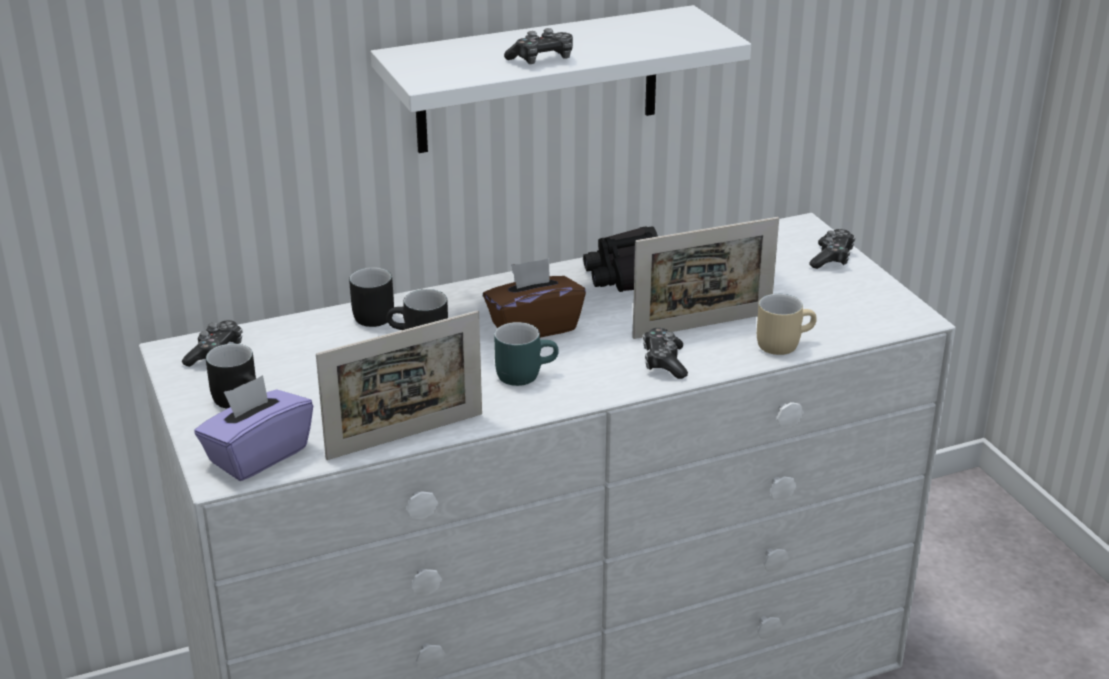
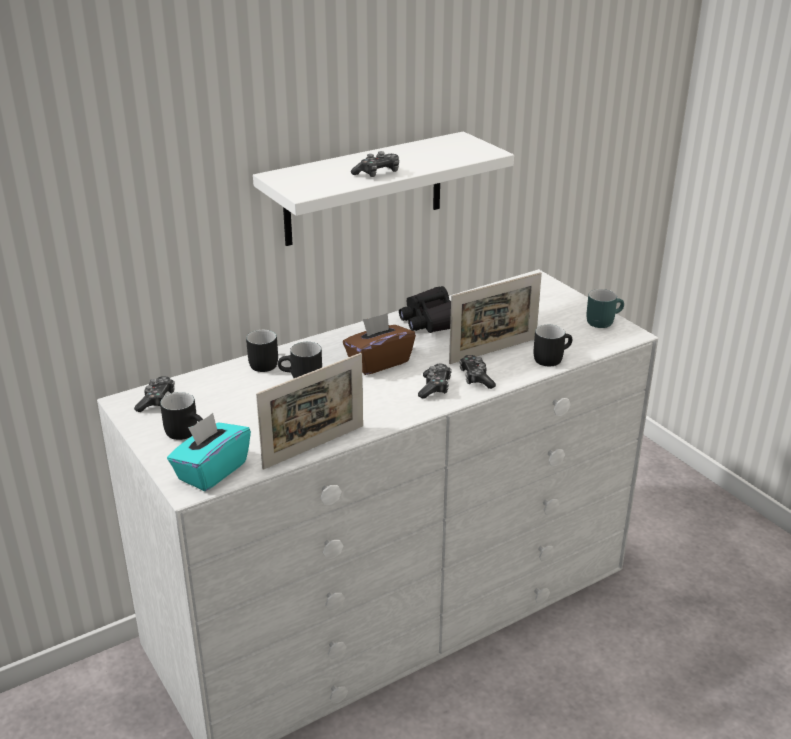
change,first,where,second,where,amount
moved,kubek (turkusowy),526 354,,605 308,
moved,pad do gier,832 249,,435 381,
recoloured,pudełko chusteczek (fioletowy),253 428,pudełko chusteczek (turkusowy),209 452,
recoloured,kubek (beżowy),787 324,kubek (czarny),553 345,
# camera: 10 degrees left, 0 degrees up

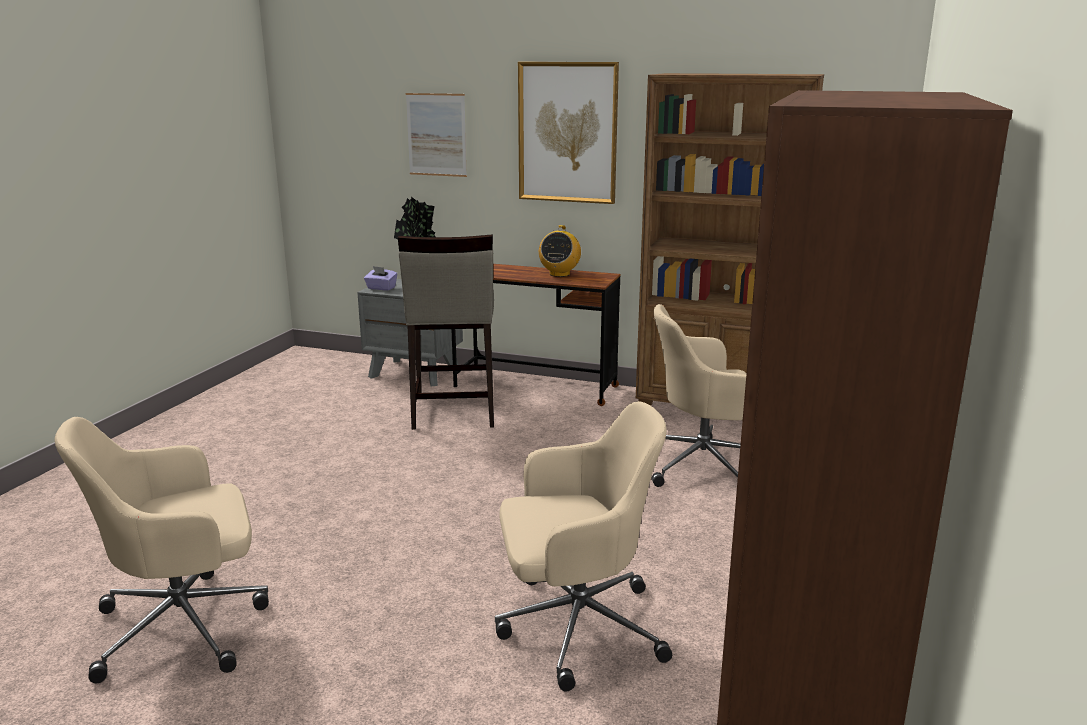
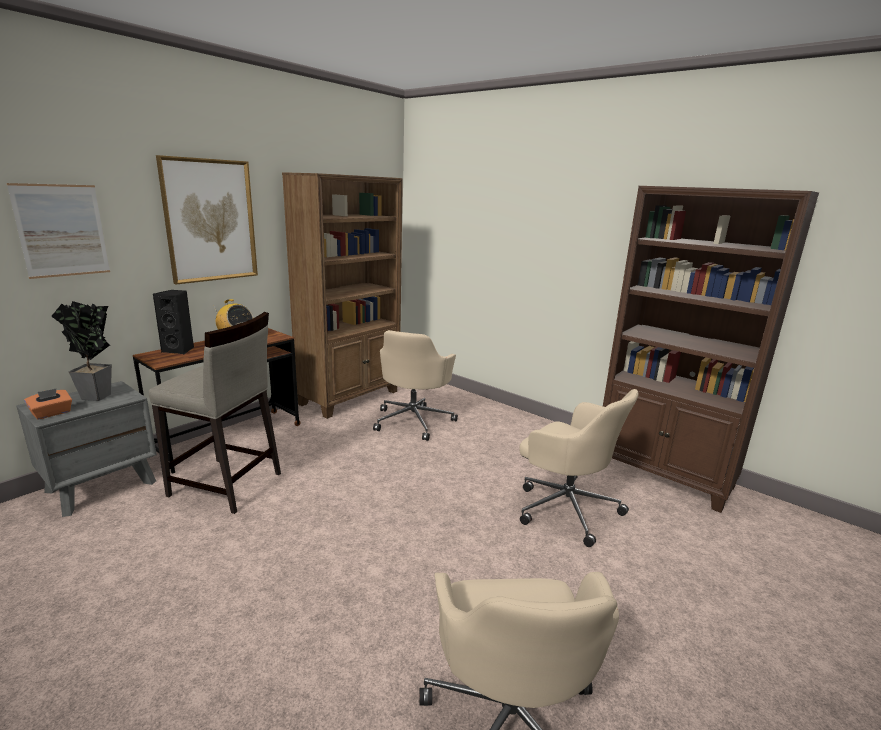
change,first,where,second,where,amount
added,,,głośnik (czarny),173 322,
recoloured,pudełko chusteczek (fioletowy),380 278,pudełko chusteczek (pomarańczowy),48 404,
turned,krzesło biurowe (beżowy),583 546,,578 468,120 degrees clockwise
# camera: 70 degrees left, 0 degrees up

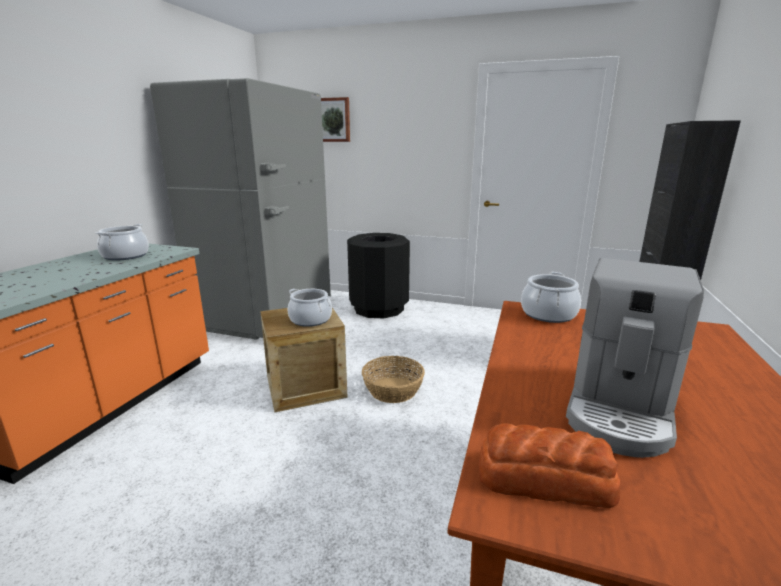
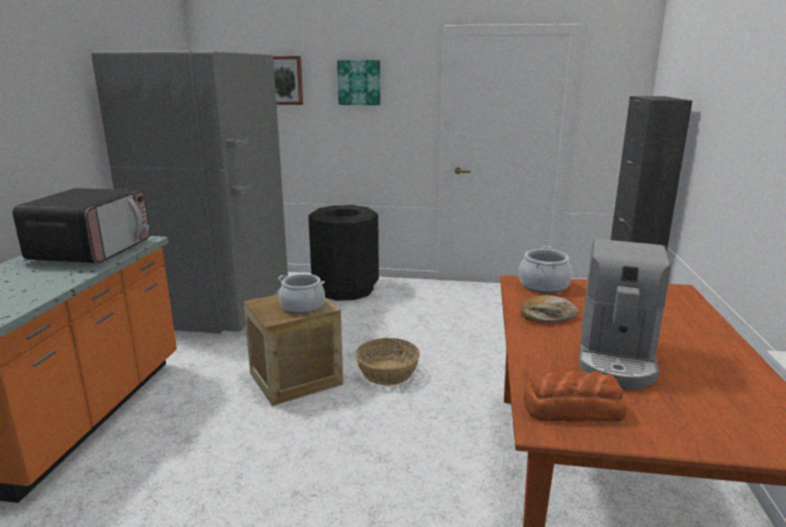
change,first,where,second,where,amount
added,,,obraz,359 82,
added,,,chleb,550 308,
replaced,garnek,122 242,mikrofalówka,81 225,
# camera: 10 degrees left, 0 degrees up

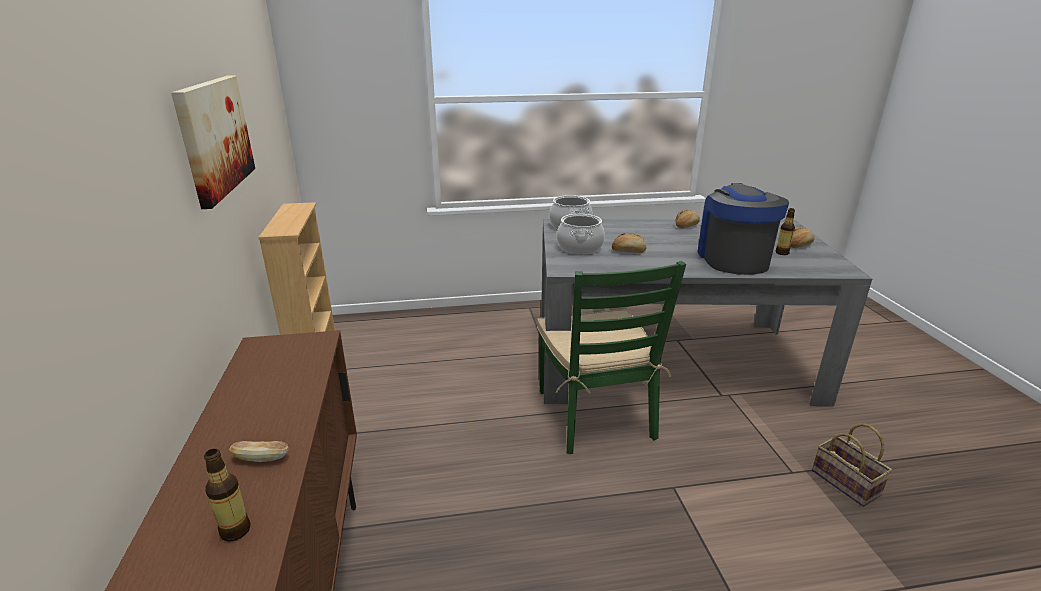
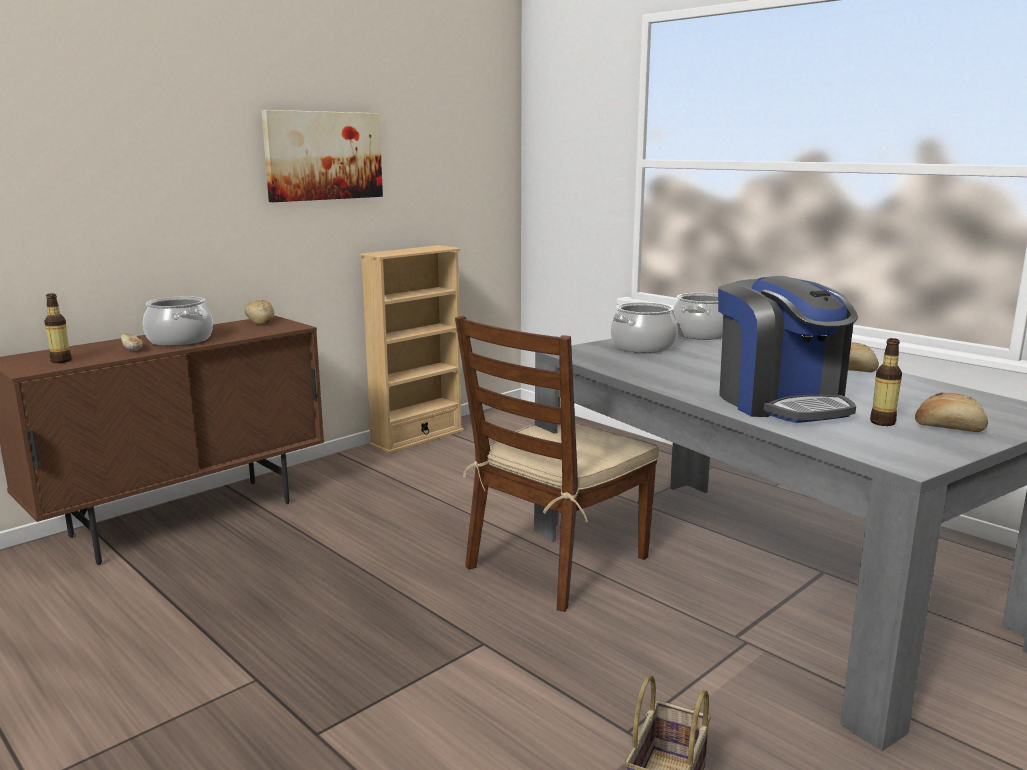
change,first,where,second,where,amount
added,,,garnek,178 321,
moved,chleb,629 243,,259 313,
recoloured,krzesło (zielony),611 357,krzesło (brązowy),557 464,
turned,ekspres do kawy,743 229,,788 349,105 degrees clockwise
# camera: 55 degrees right, 10 degrees down

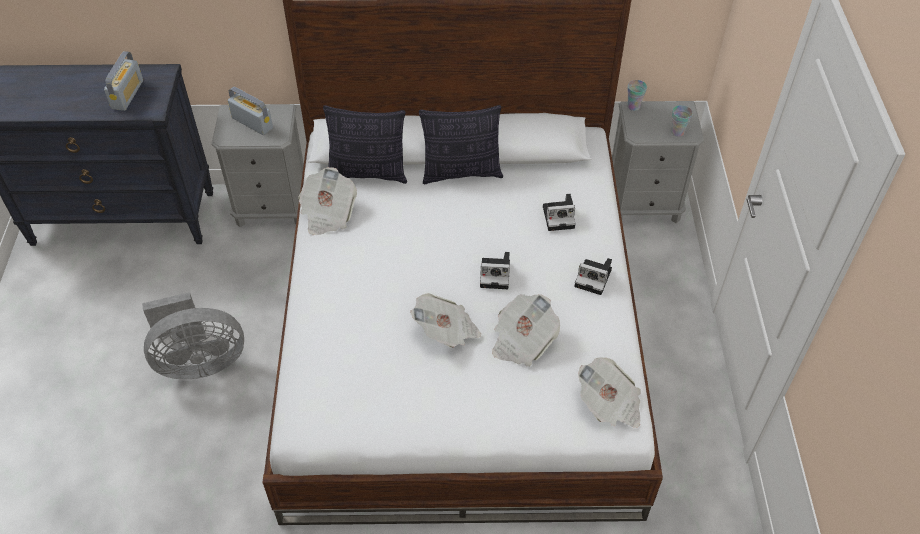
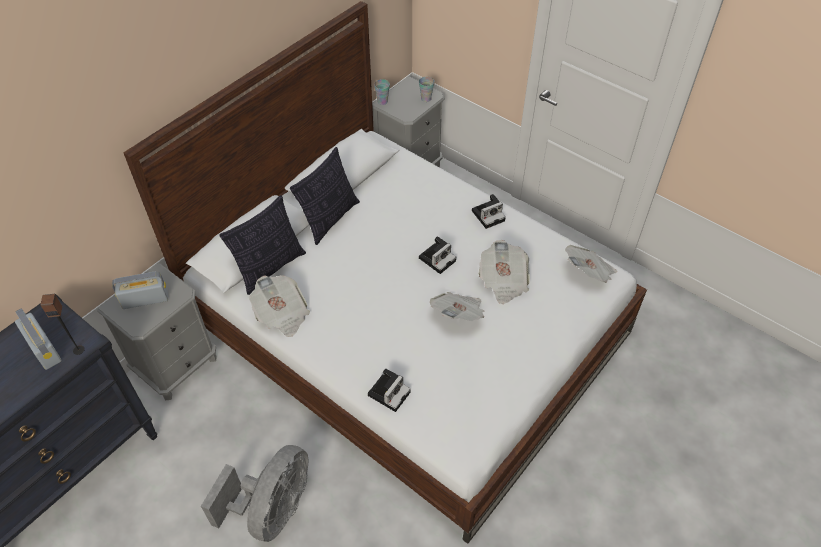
change,first,where,second,where,amount
added,,,głośnik,63 324,
moved,aparat fotograficzny,559 212,,389 390,
# camera: 50 degrees left, 0 degrees up

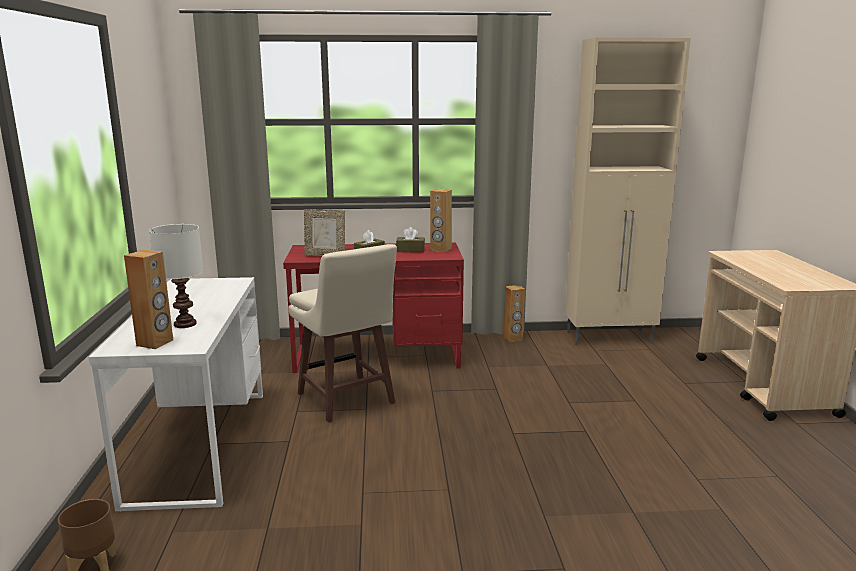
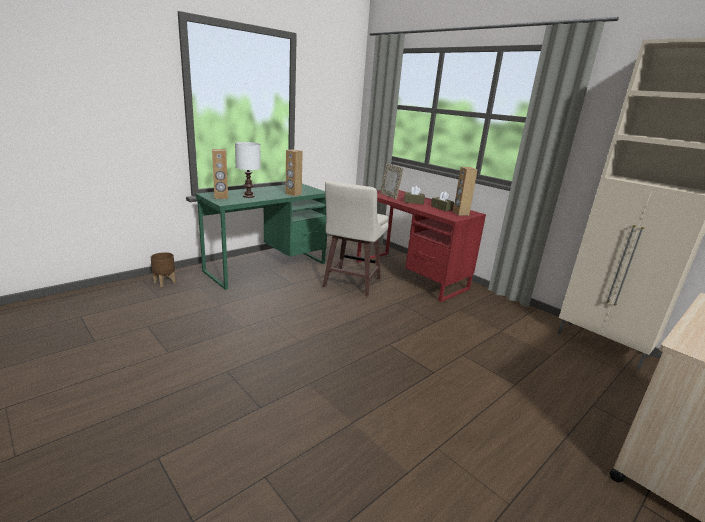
change,first,where,second,where,amount
moved,głośnik (brązowy),514 313,,294 172,
recoloured,biurko (biały),176 394,biurko (zielony),261 237,
# camera: 50 degrees right, 5 degrees up

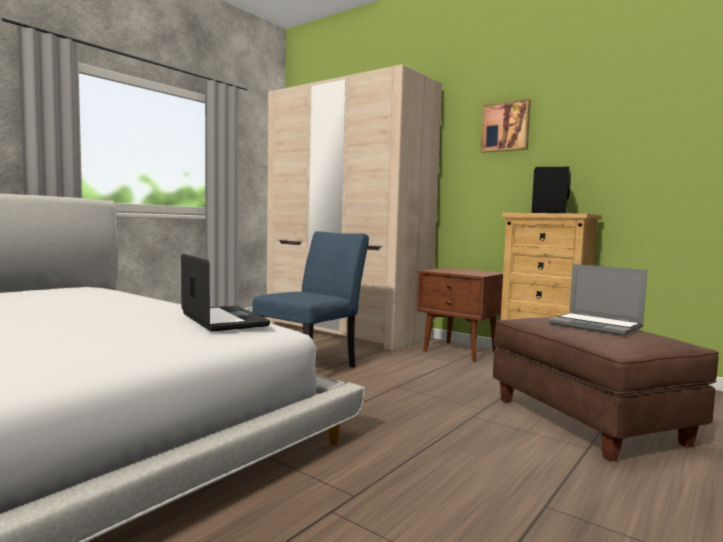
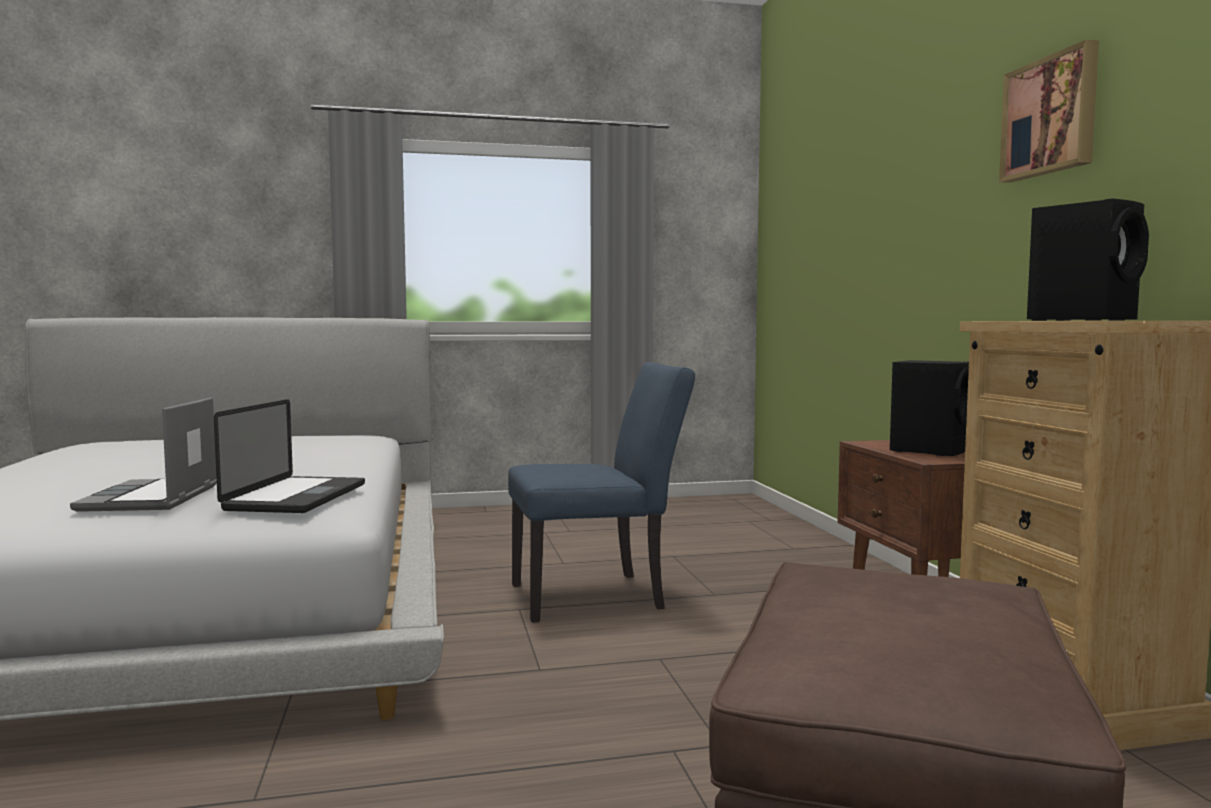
change,first,where,second,where,amount
removed,szafa (beżowy),354 207,,,
added,,,głośnik (czarny),929 408,
moved,laptop,598 300,,143 454,
# camera: 40 degrees right, 0 degrees up

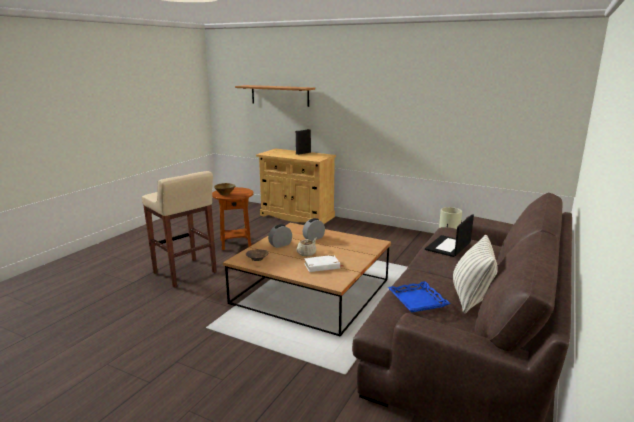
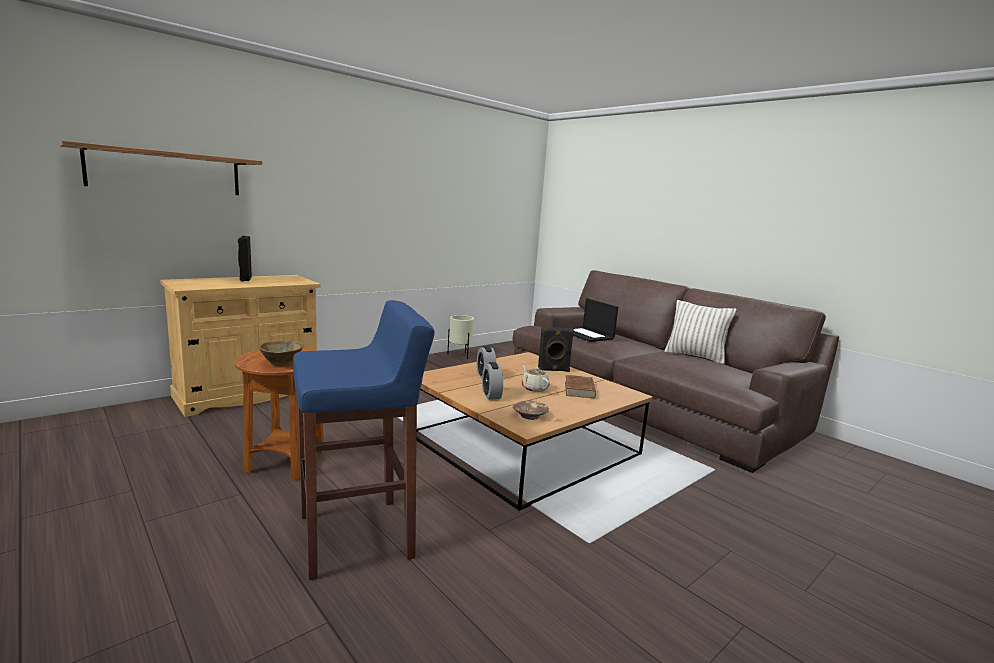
change,first,where,second,where,amount
removed,taca (niebieski),419 297,,,
added,,,głośnik (czarny),556 349,
recoloured,stołek (beżowy),179 229,stołek (niebieski),364 440,
recoloured,książka (biały),322 263,książka (brązowy),580 387,
# camera: 70 degrees left, 5 degrees down

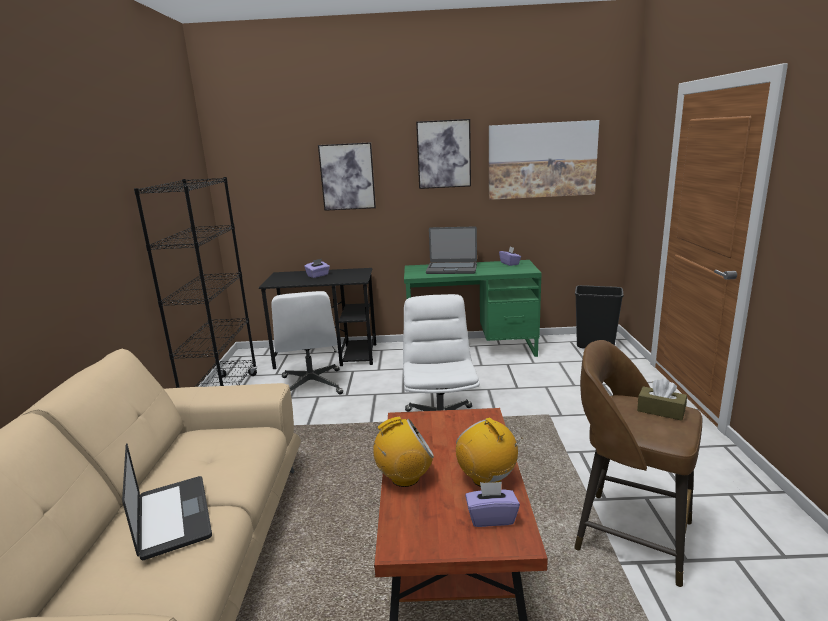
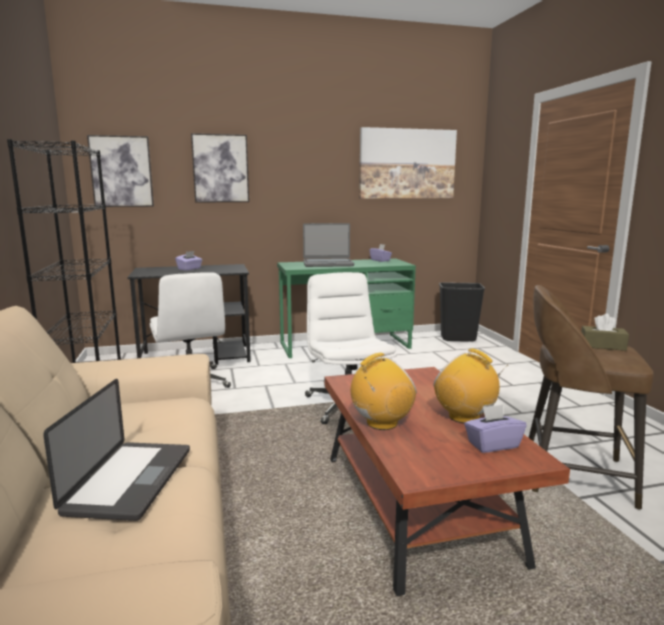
change,first,where,second,where,amount
moved,obraz,443 154,,120 171,
turned,laptop,167 502,,116 450,45 degrees clockwise
# camera: 15 degrees left, 5 degrees down

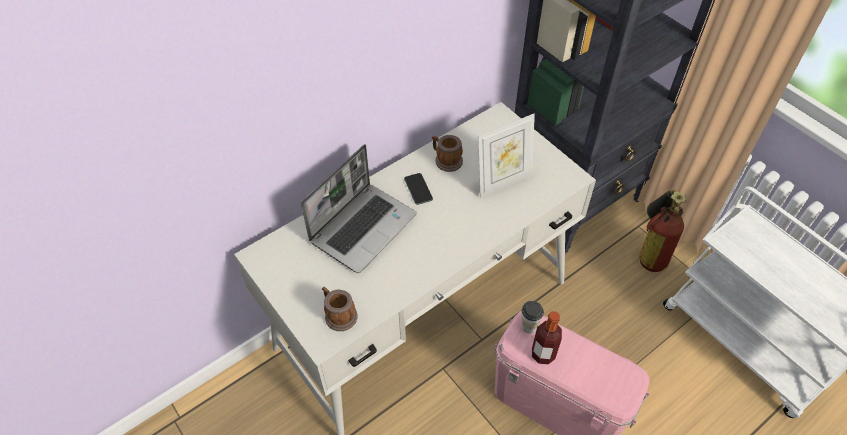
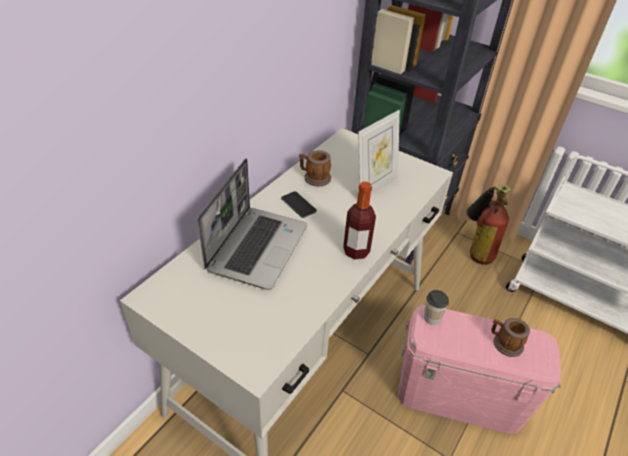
change,first,where,second,where,amount
moved,kubek,340 309,,510 337,
moved,butelka,547 338,,359 220,
# camera: 20 degrees left, 10 degrees down

